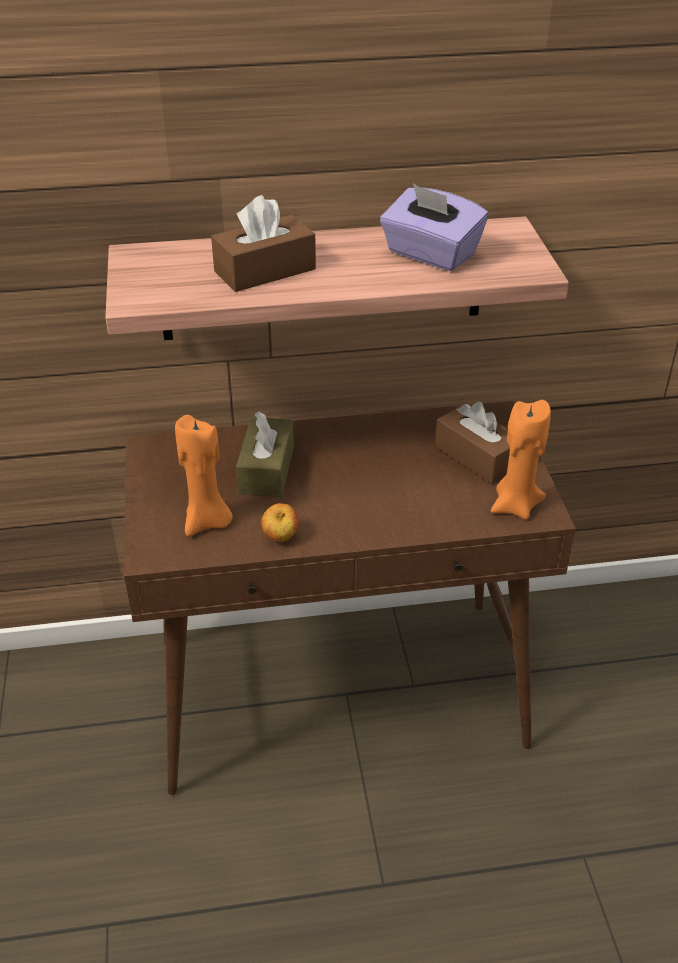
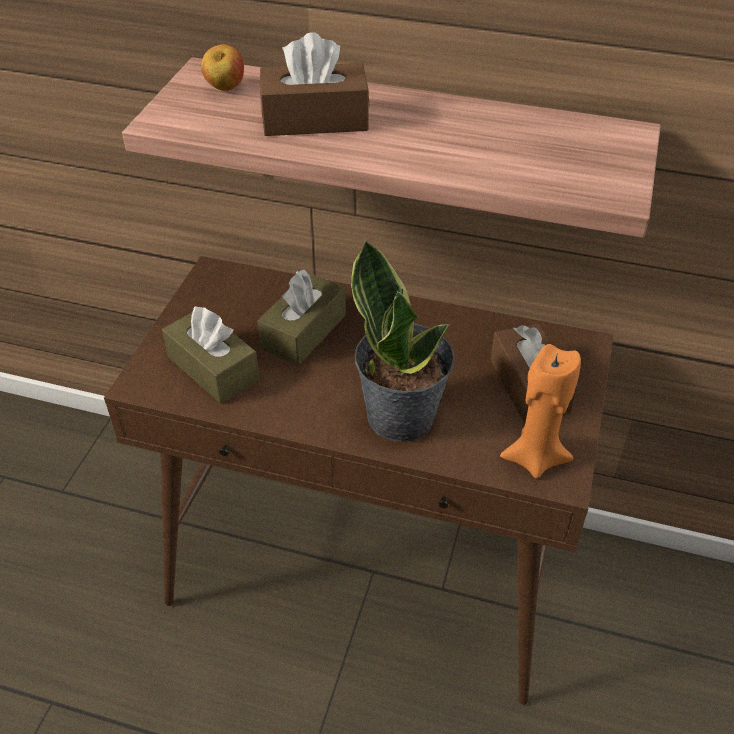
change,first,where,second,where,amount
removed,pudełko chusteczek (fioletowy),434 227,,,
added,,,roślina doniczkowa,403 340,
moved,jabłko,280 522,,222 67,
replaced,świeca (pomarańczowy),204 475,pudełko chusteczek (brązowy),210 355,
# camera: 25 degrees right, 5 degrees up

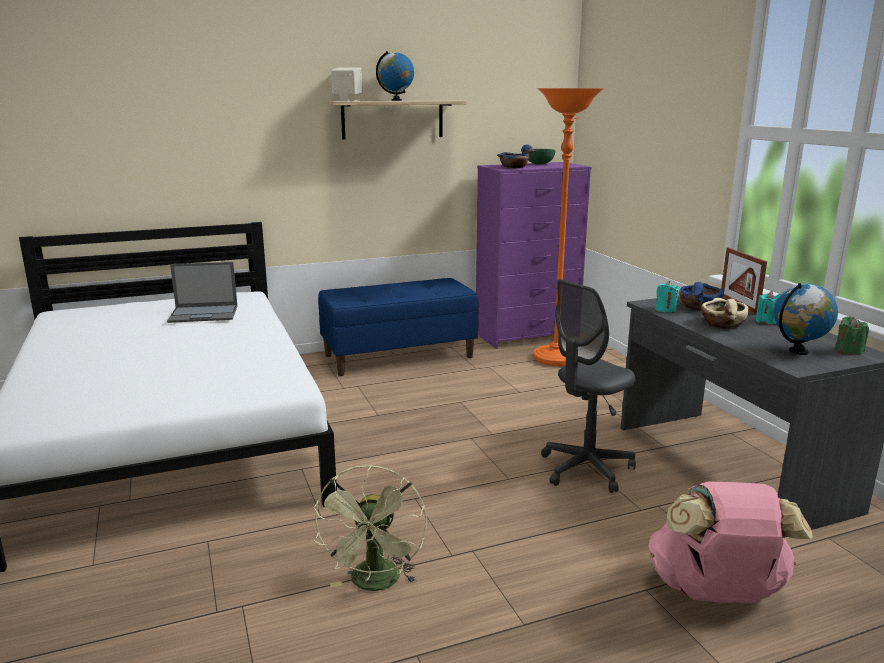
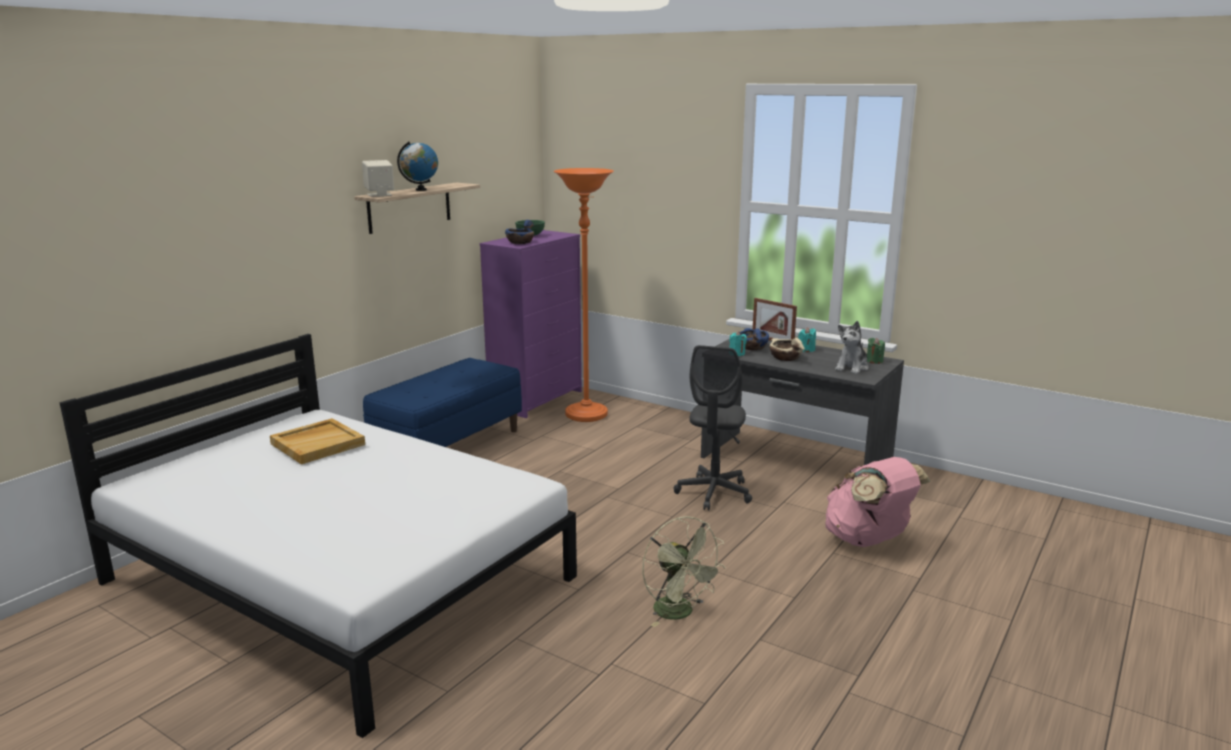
change,first,where,second,where,amount
replaced,laptop,202 292,taca (beżowy),317 441,
replaced,globus,806 319,pluszak,852 347,
# camera: 35 degrees left, 0 degrees up

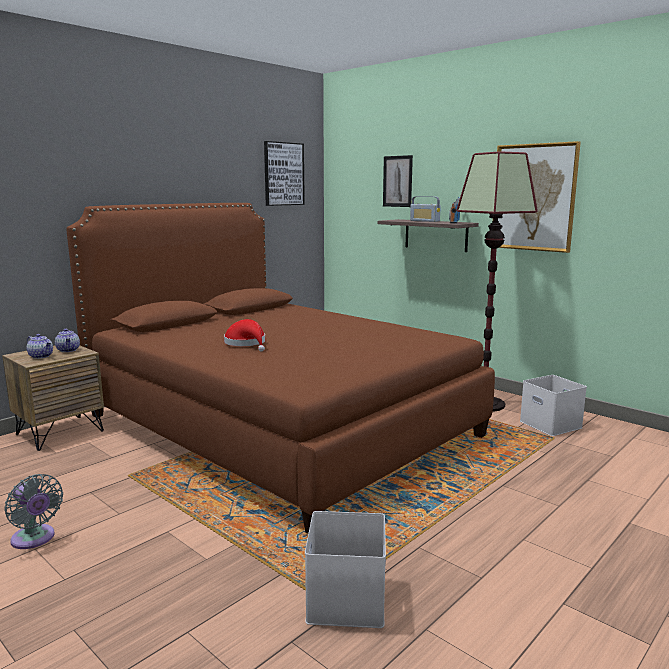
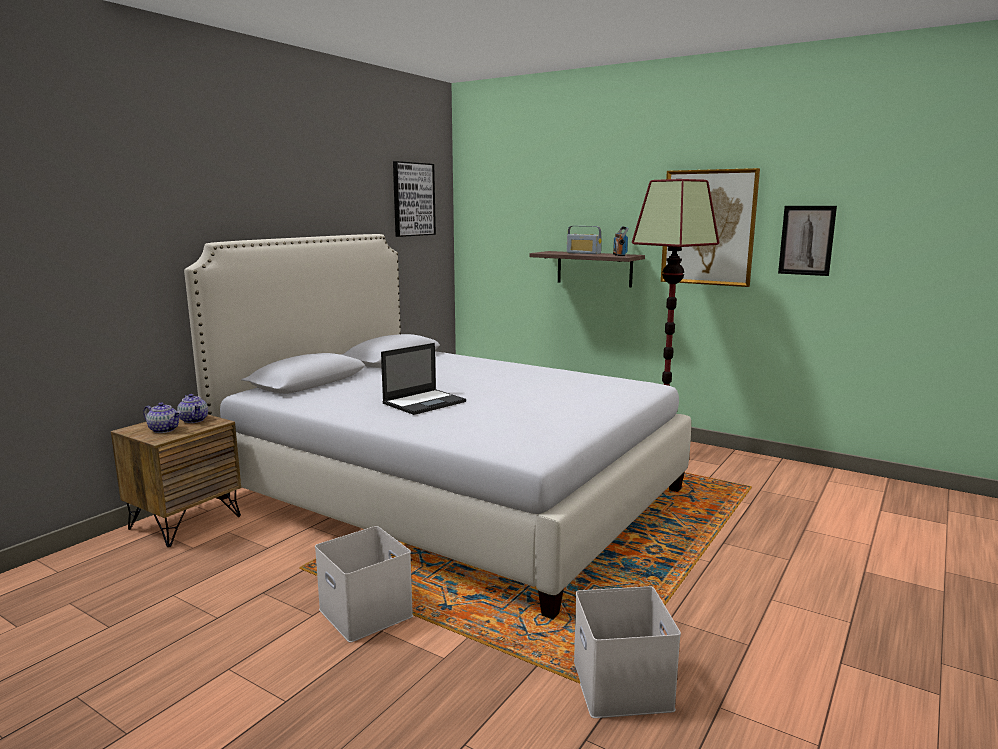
change,first,where,second,where,amount
removed,wentylator (szary),33 511,,,
moved,obraz,398 181,,807 241,
moved,pojemnik do przechowywania (biały),553 405,,364 584,
replaced,kapelusz (czerwony),244 335,laptop,423 379,
recoloured,łóżko (brązowy),280 368,łóżko (biały),437 426,
# camera: 10 degrees left, 0 degrees up

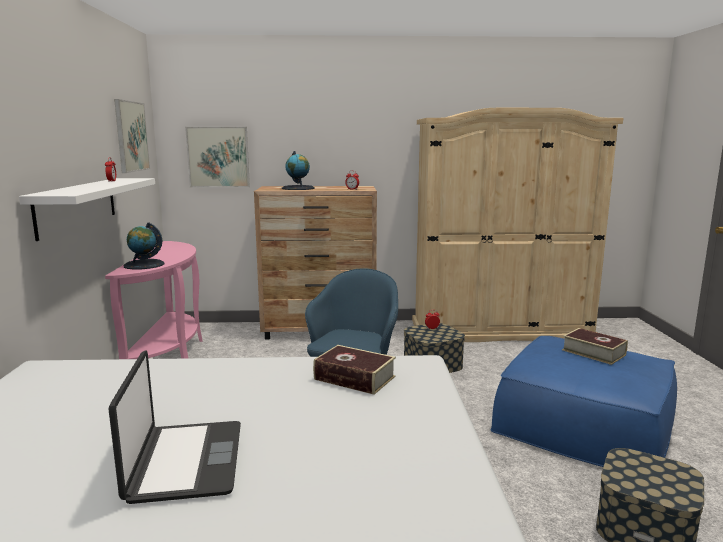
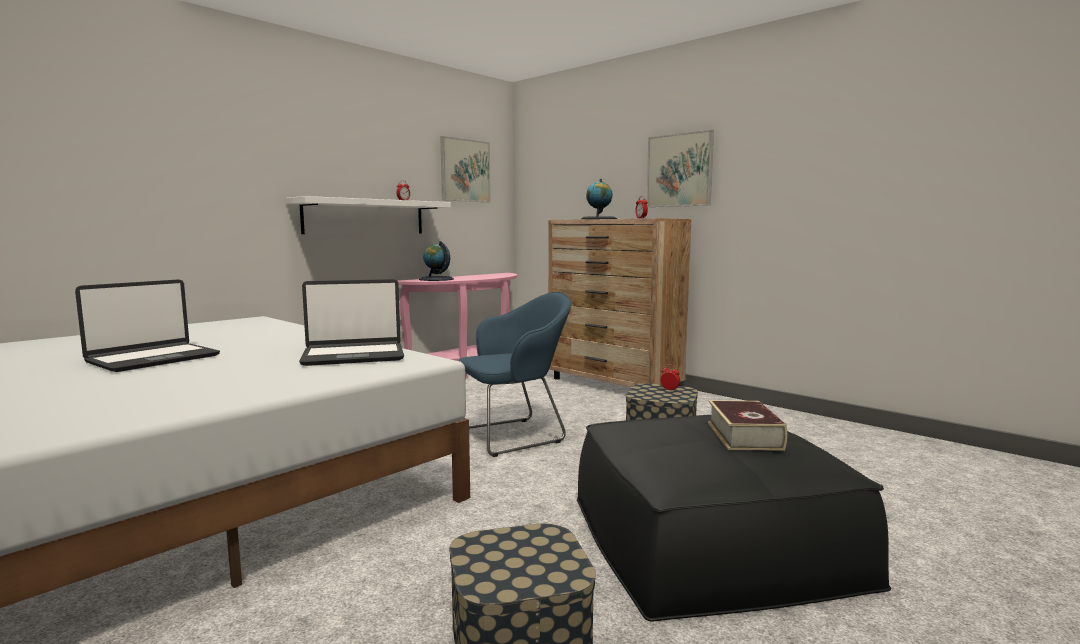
change,first,where,second,where,amount
removed,szafa (beżowy),517 225,,,
moved,obraz,217 157,,680 168,
replaced,książka,354 370,laptop,351 322,
recoloured,pufa (niebieski),583 401,pufa (czarny),734 518,
# camera: 45 degrees right, 5 degrees down

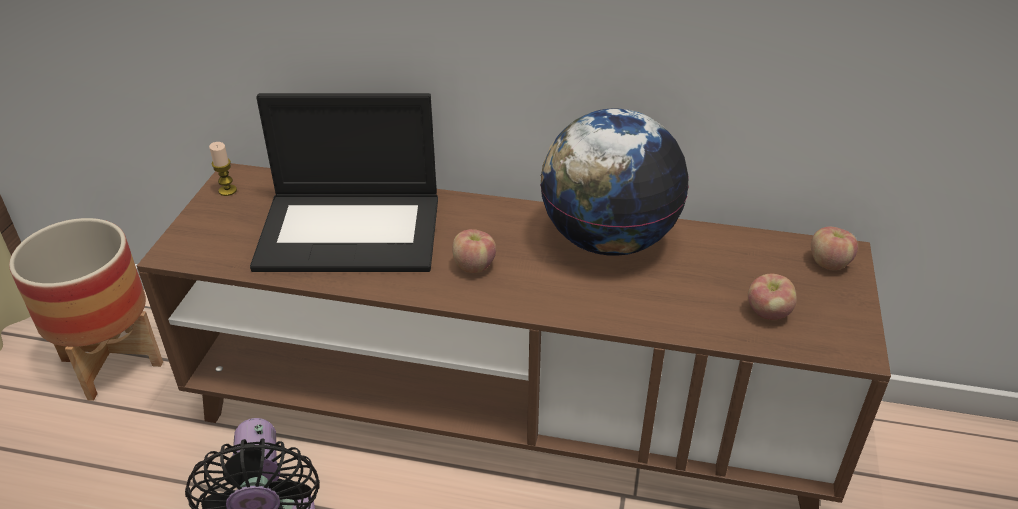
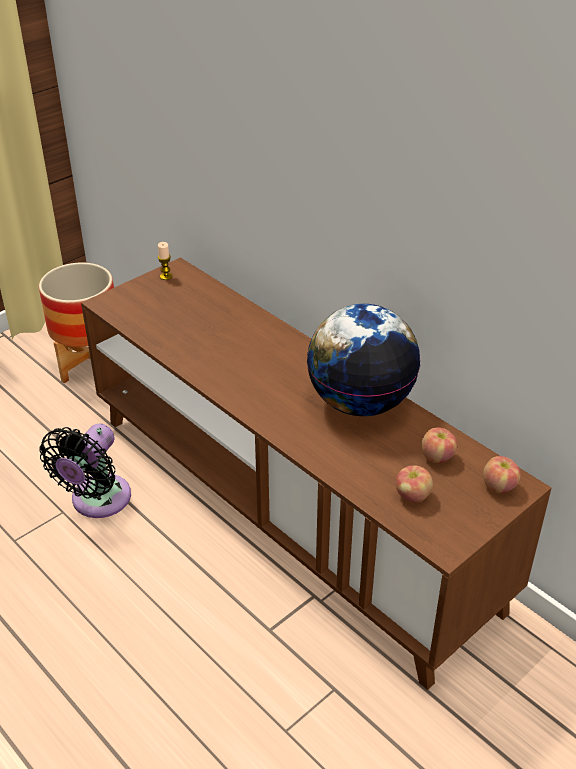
change,first,where,second,where,amount
removed,laptop,344 182,,,
moved,jabłko,474 251,,439 445,
# camera: 35 degrees right, 0 degrees up

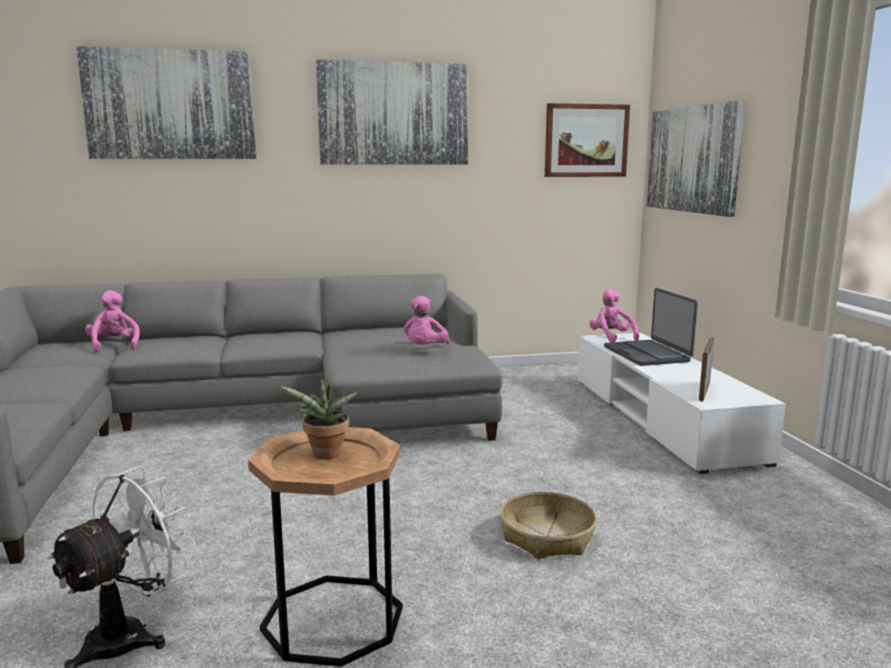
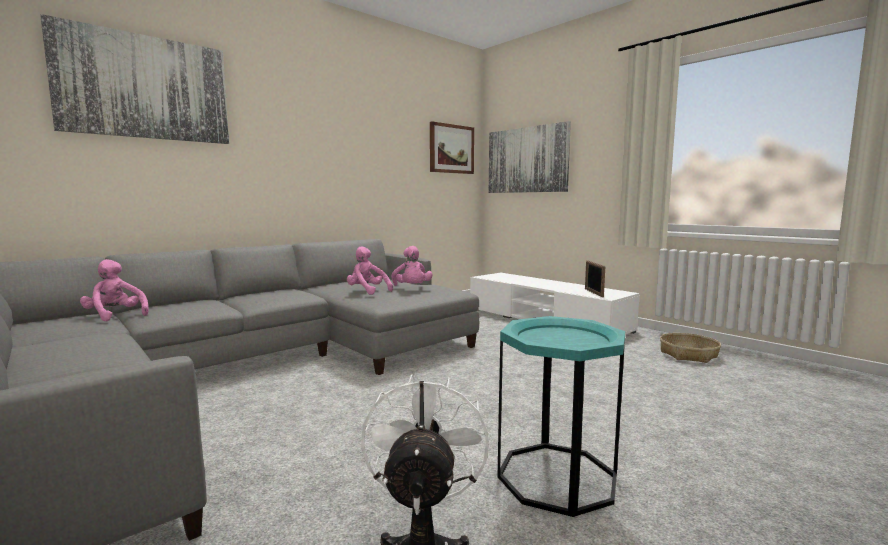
change,first,where,second,where,amount
removed,roślina doniczkowa,318 418,,,
removed,obraz,392 112,,,
removed,laptop,651 327,,,
moved,koszyk,548 525,,690 348,
moved,pluszak (różowy),614 315,,370 270,
recoloured,stolik (brązowy),325 547,stolik (turkusowy),561 416,
# camera: 30 degrees left, 5 degrees down

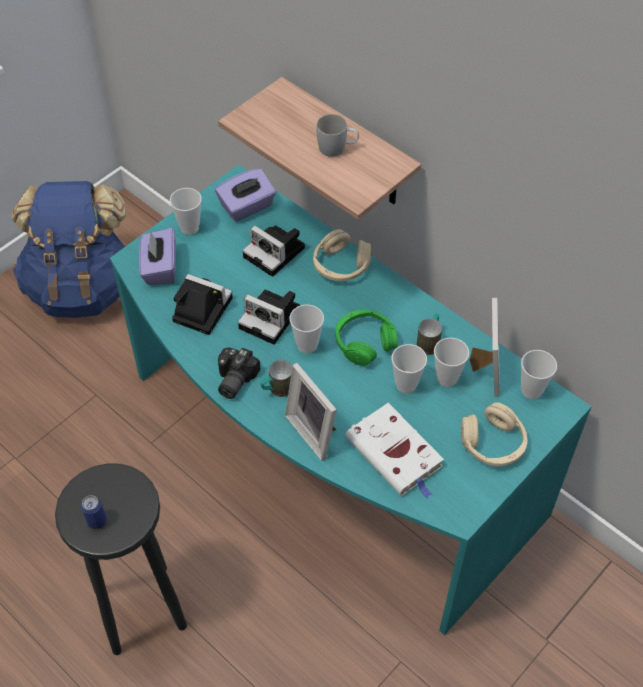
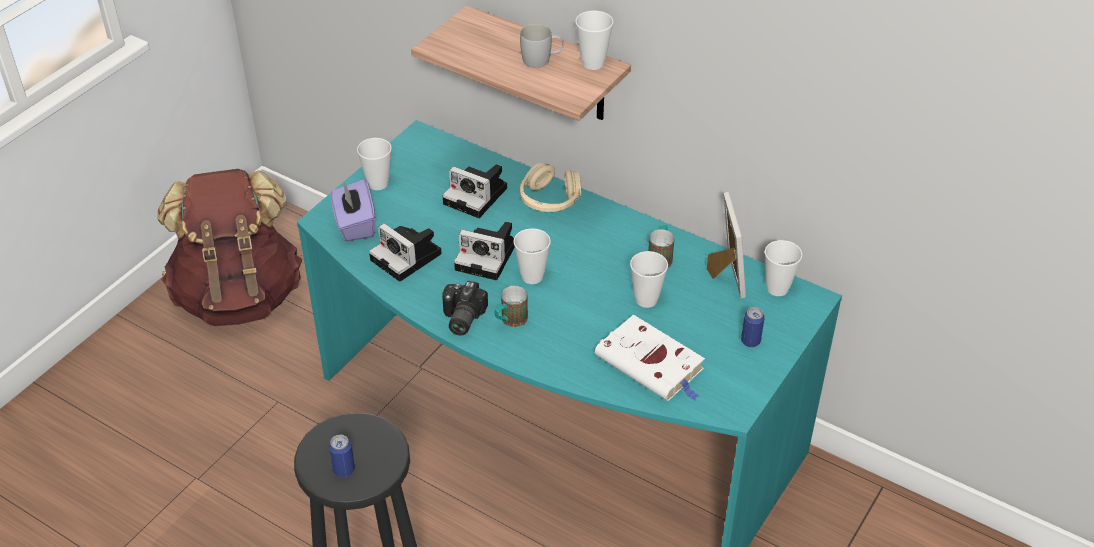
change,first,where,second,where,amount
removed,pudełko chusteczek (fioletowy),245 195,,,
removed,ramka na zdjęcie,311 412,,,
removed,słuchawki (zielony),366 337,,,
moved,filiżanka,451 362,,594 40,
replaced,słuchawki (beżowy),494 434,puszka,753 327,
recoloured,plecak (niebieski),68 249,plecak (brązowy),229 247,
turned,aparat fotograficzny,202 304,,405 252,150 degrees counterclockwise
# camera: 10 degrees left, 10 degrees down

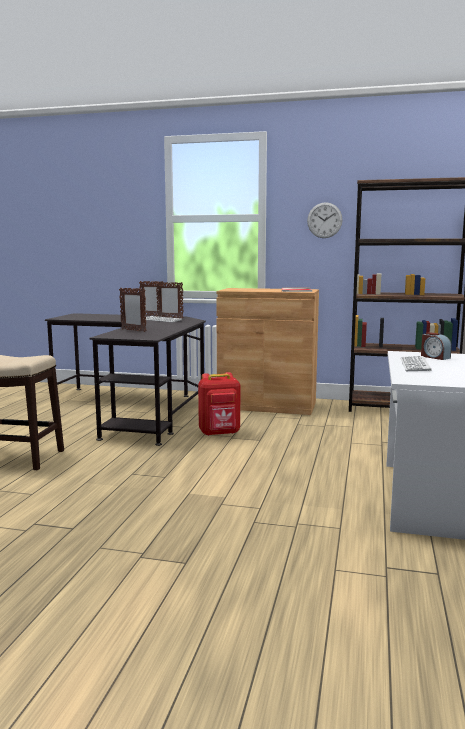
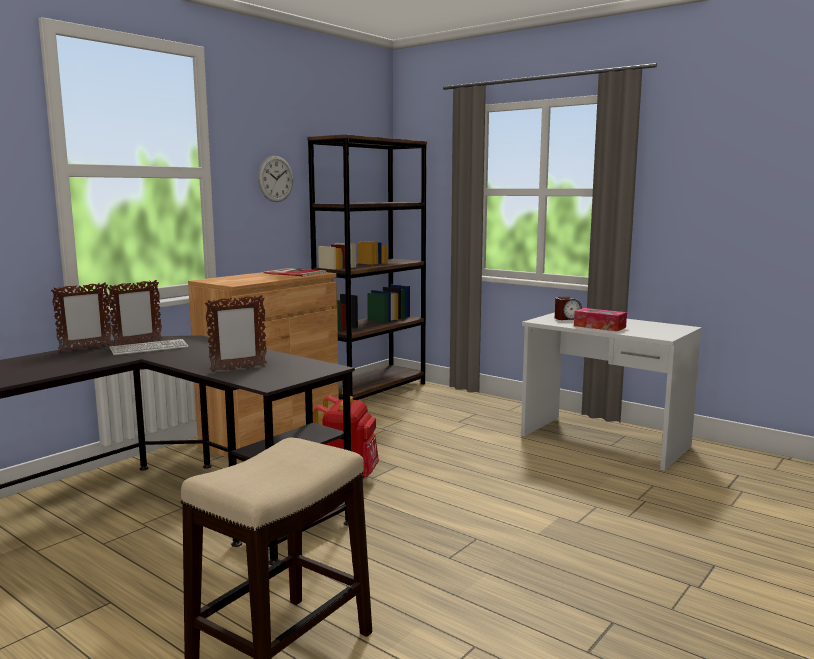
change,first,where,second,where,amount
replaced,klawiatura,416 364,pudełko chusteczek,600 319,
# camera: 65 degrees left, 0 degrees up

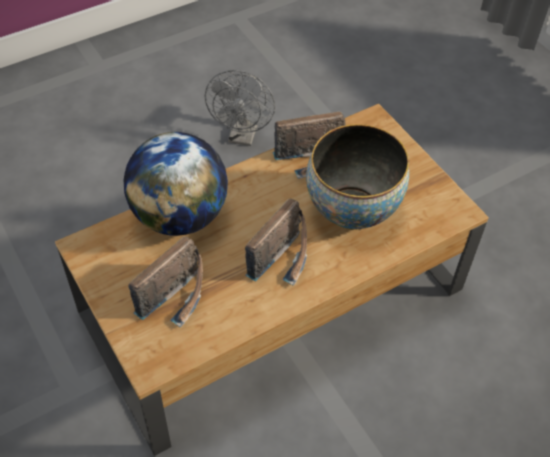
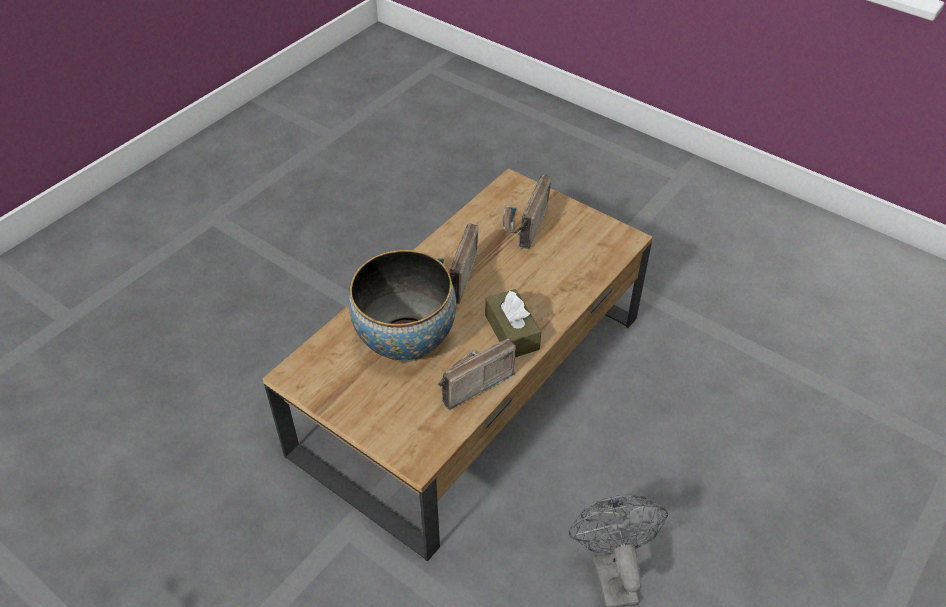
change,first,where,second,where,amount
removed,globus,176 184,,,
added,,,pudełko chusteczek (brązowy),513 323,
# camera: 160 degrees right, 5 degrees down

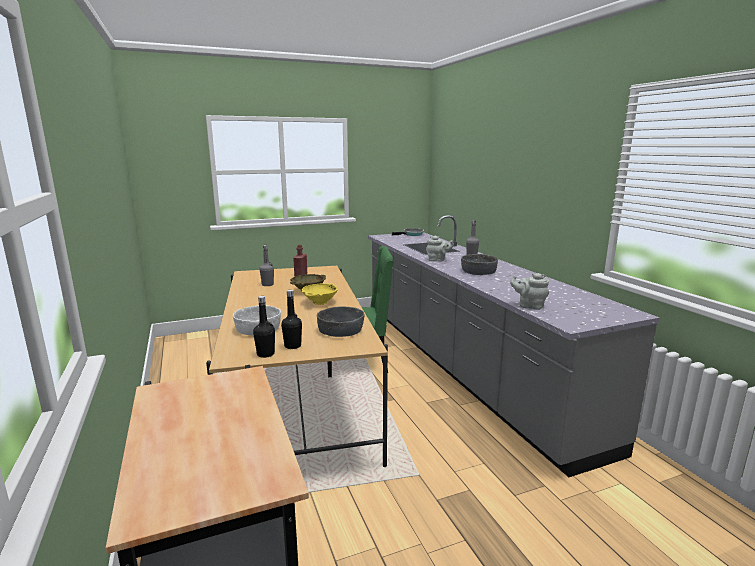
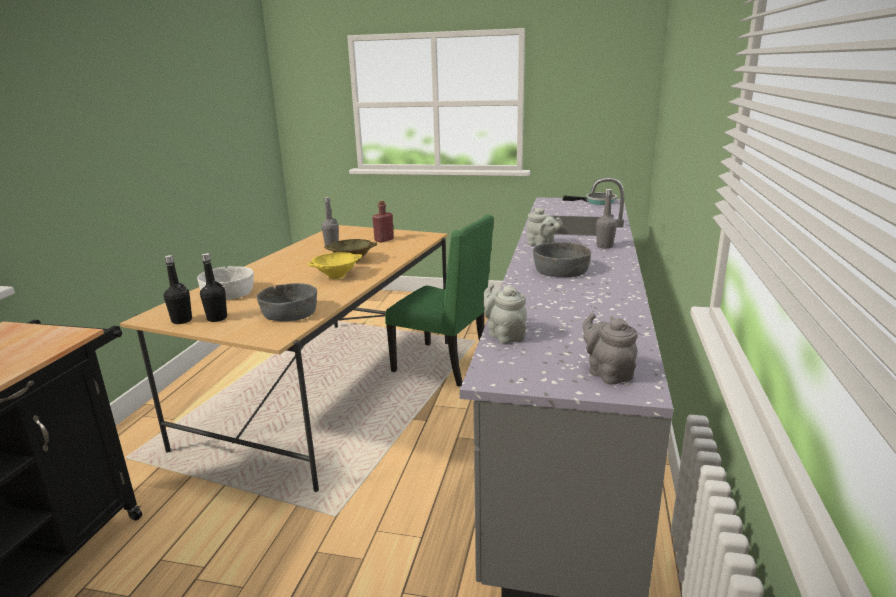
change,first,where,second,where,amount
added,,,imbryk (szary),610 348,
# camera: 35 degrees right, 5 degrees up

